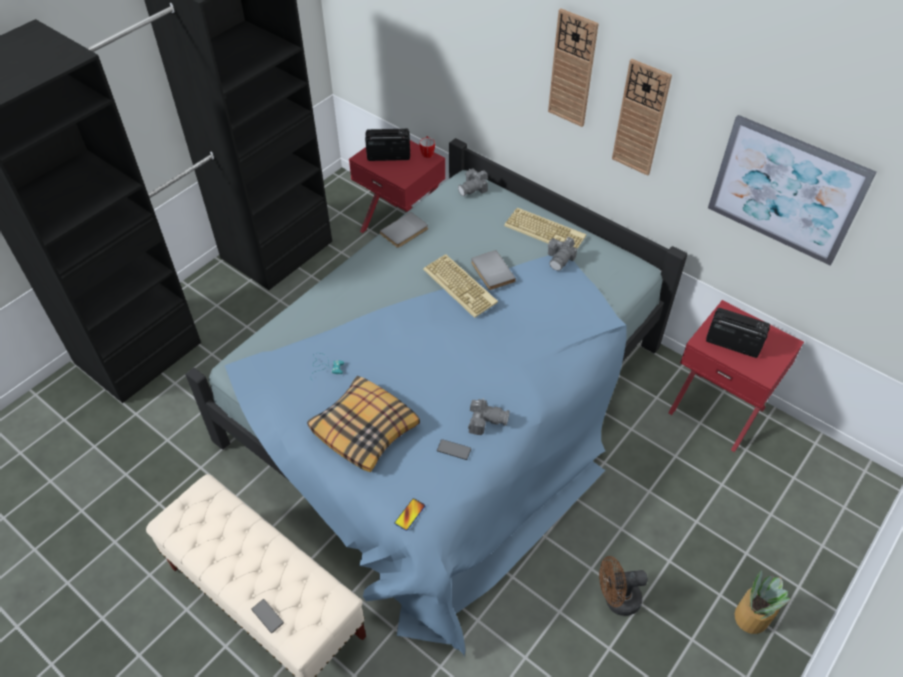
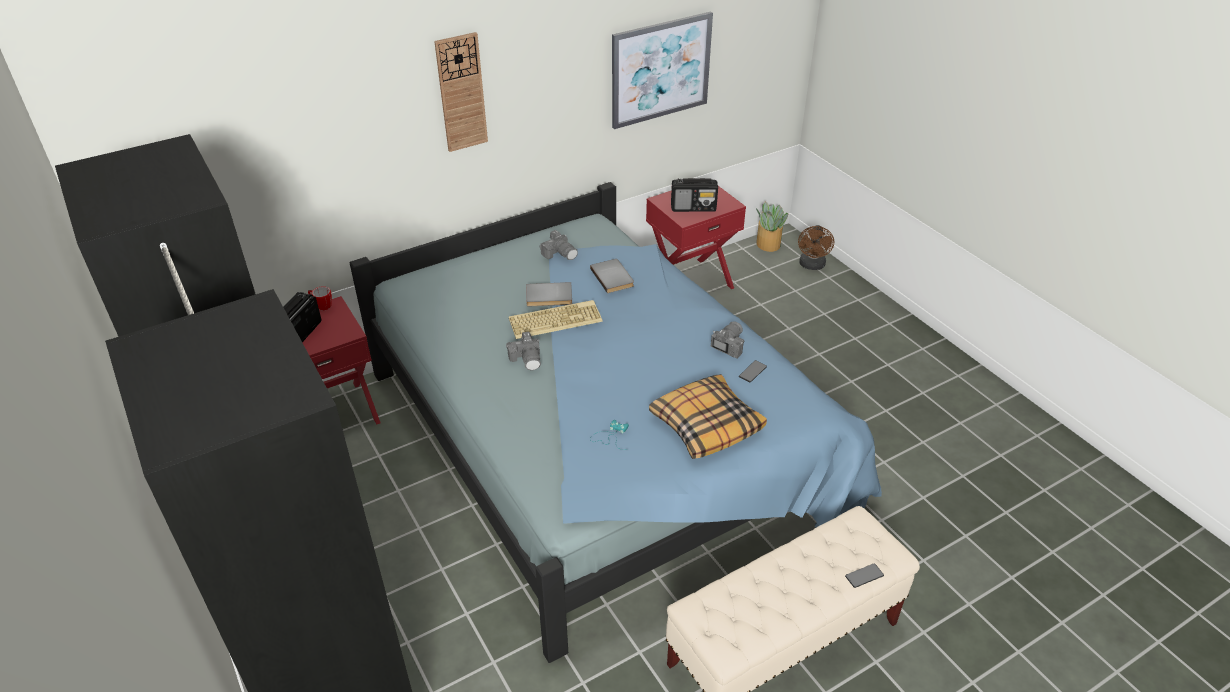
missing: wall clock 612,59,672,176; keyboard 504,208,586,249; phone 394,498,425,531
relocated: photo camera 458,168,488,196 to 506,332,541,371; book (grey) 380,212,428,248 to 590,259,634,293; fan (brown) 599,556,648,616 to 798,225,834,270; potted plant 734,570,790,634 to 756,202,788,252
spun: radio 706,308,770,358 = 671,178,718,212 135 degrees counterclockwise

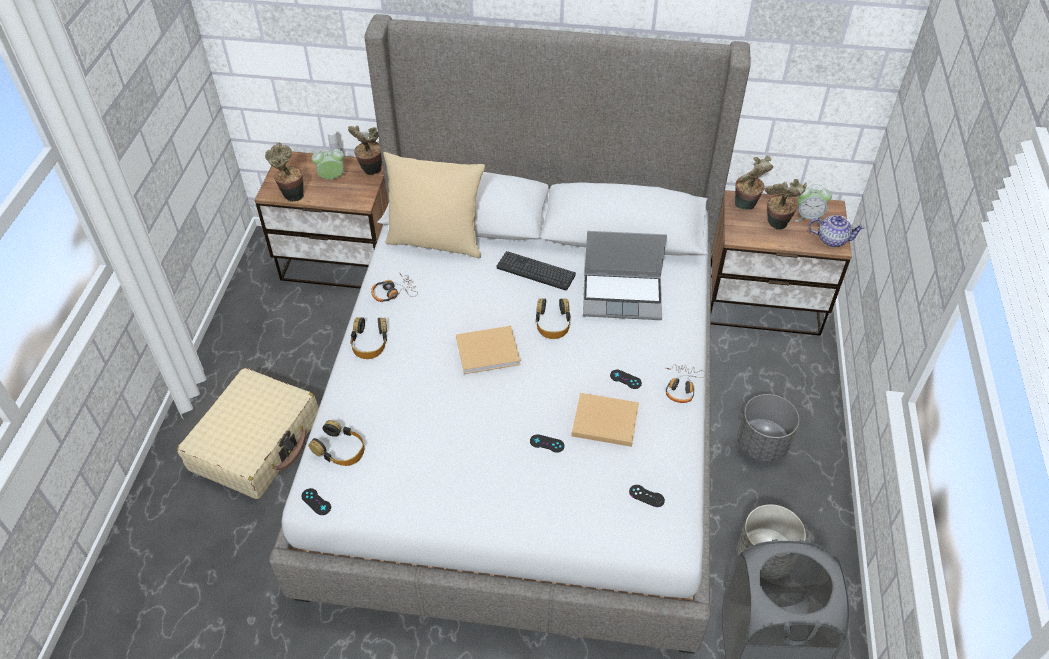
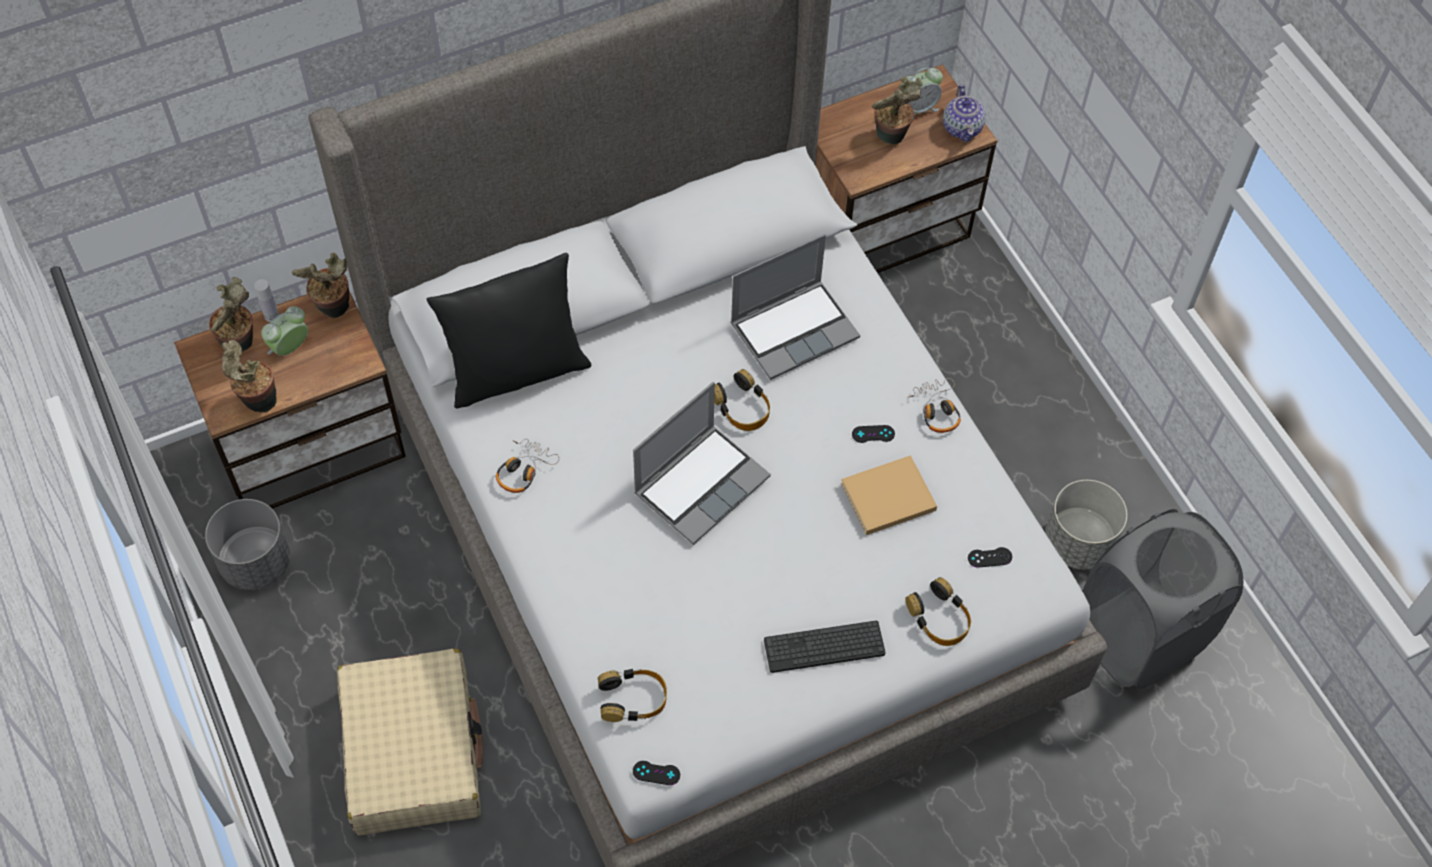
missing: game controller (black) 530,434,564,453
relocated: potted plant 735,156,773,210 to 209,277,253,352; keyboard 497,251,576,291 to 764,621,886,673; headphones 350,317,387,359 to 905,577,971,646; planter (grey) 737,394,799,462 to 205,499,290,590
exchanged: book (beige) 456,326,521,374 to laptop 633,382,771,545
colour: pillow (beige) 383,152,485,258 to pillow (black) 427,253,591,408
spun: teapot 809,215,865,247 = 943,85,986,142 105 degrees clockwise

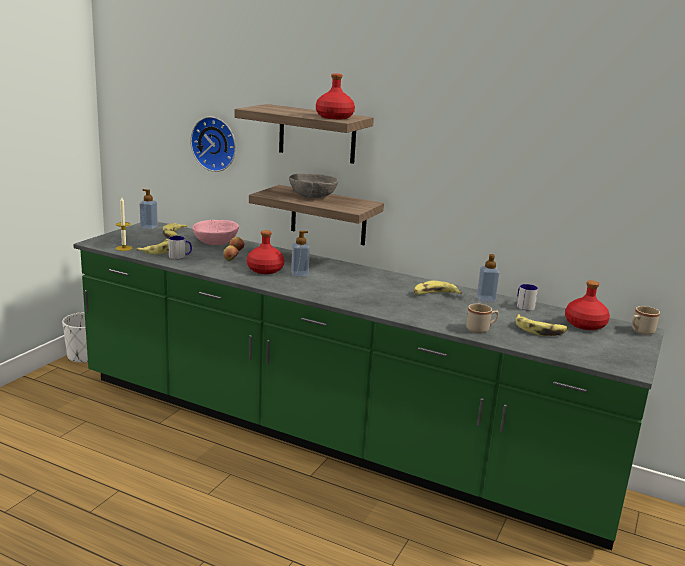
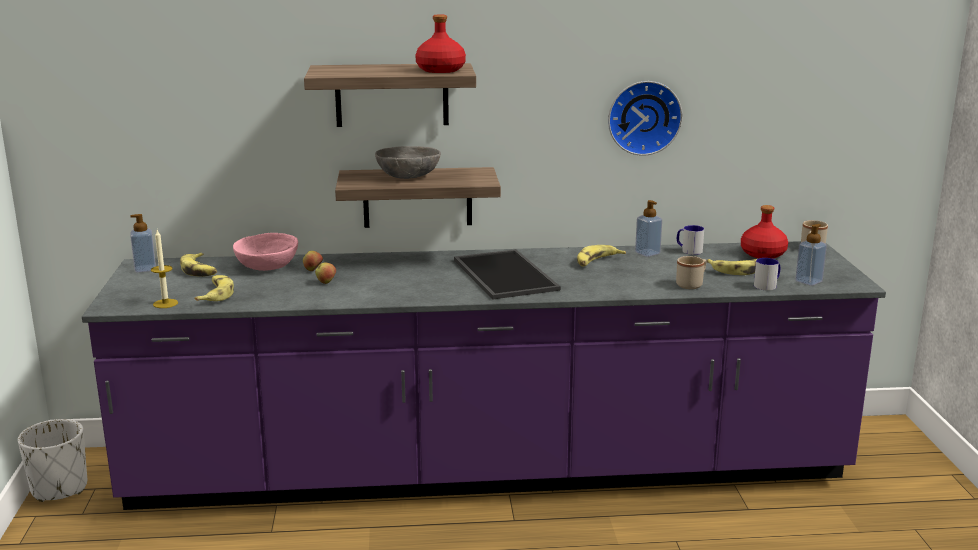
missing: bottle (red) 247,230,284,274
appeared: tray 454,249,560,299
relocated: wall clock 190,117,236,172 to 608,81,682,156; soap dispenser 291,231,310,276 to 795,224,827,286; mug 168,236,192,259 to 754,258,780,290
colour: counter (green) 73,222,664,550 to counter (purple) 82,241,886,510

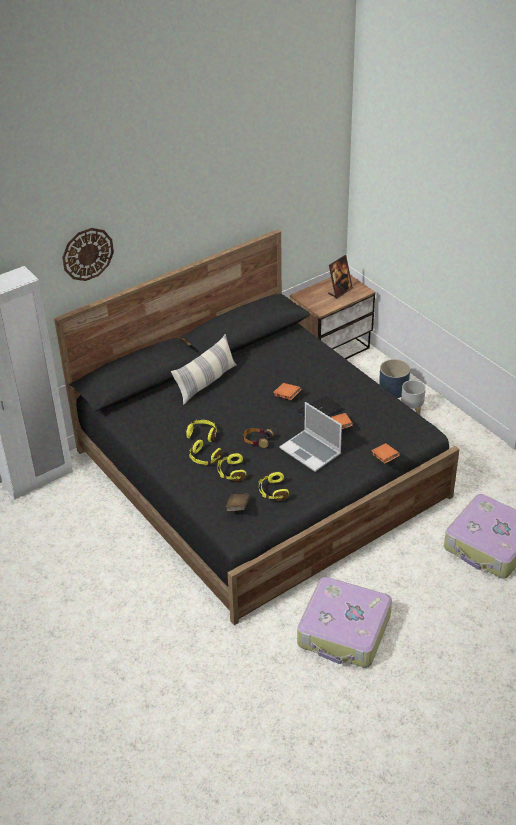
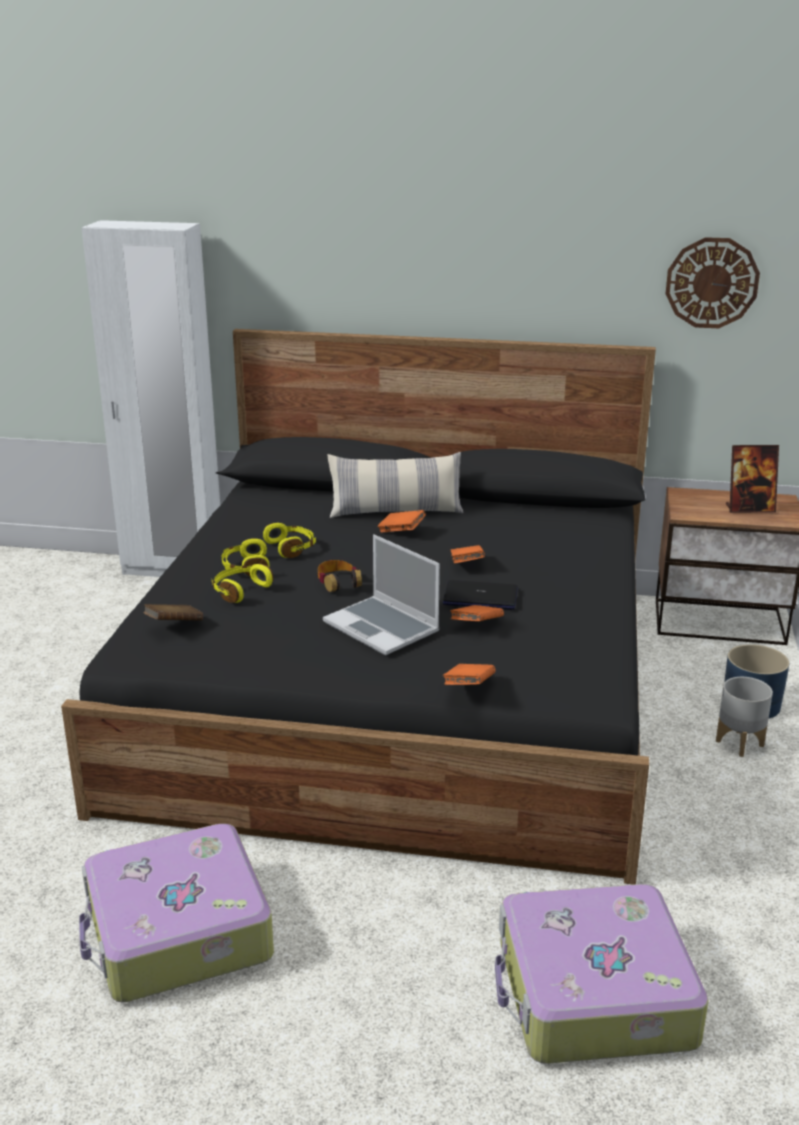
missing: headphones (yellow) 259,471,289,501
appeared: book (orange) 378,510,426,533
relocated: wall clock 62,228,114,281 to 665,237,760,328
spun: laptop 280,402,342,472 = 323,534,440,656 45 degrees counterclockwise

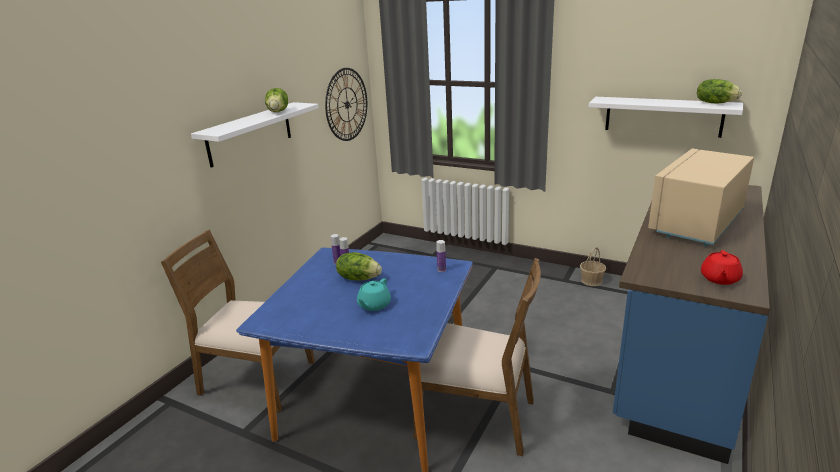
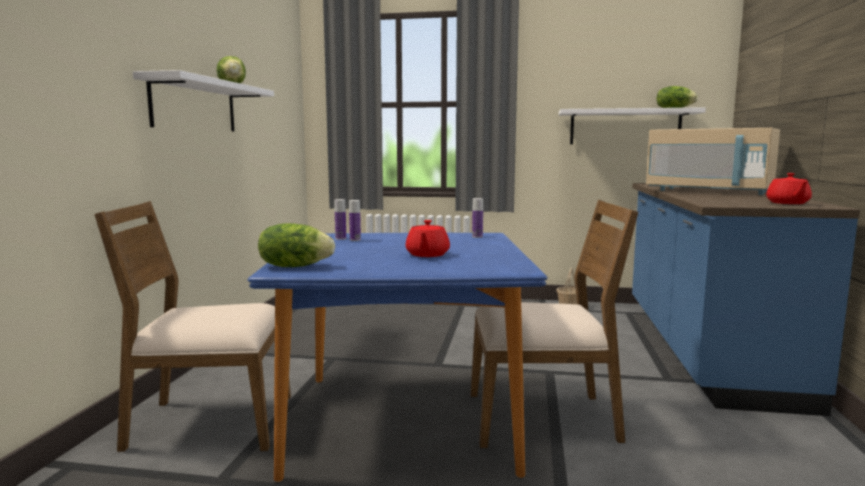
missing: wall clock 325,68,367,141
relocated: lettuce 336,252,382,281 to 258,223,335,267
colour: teapot (turquoise) 357,278,391,311 to teapot (red) 406,220,450,257
spun: microwave (beige) 648,148,754,247 = 646,128,780,195 75 degrees counterclockwise

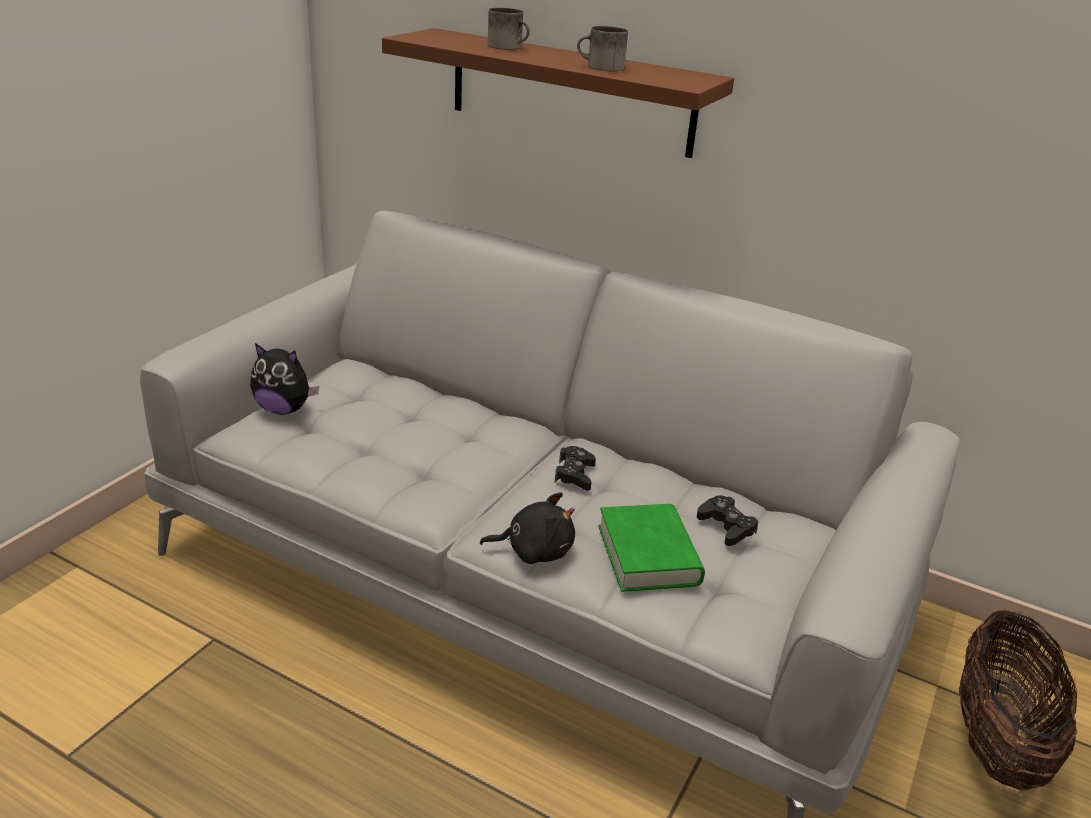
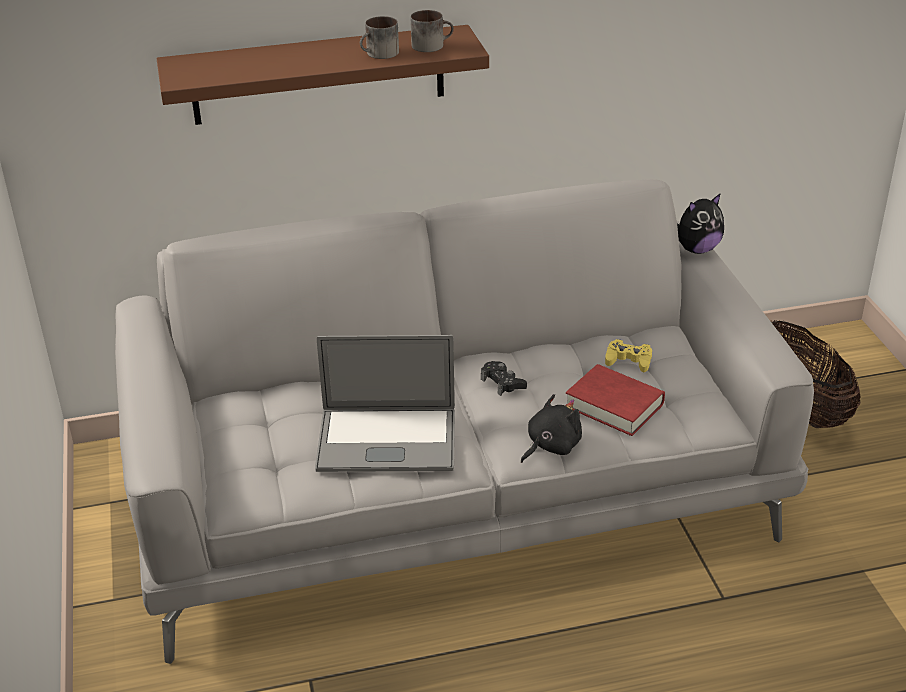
appeared: laptop 315,335,455,472
relocated: mug 488,8,530,50 to 411,10,454,52; plush toy 250,343,319,415 to 677,193,724,254
colour: game controller (black) 697,495,759,546 to game controller (yellow) 605,339,652,372; book (green) 598,504,705,592 to book (red) 565,364,665,436

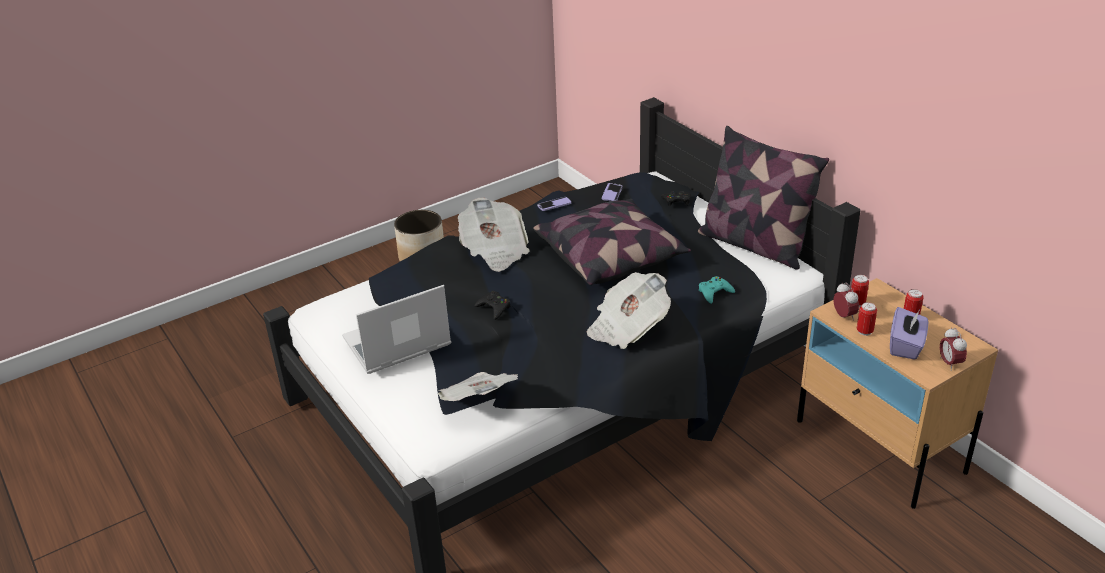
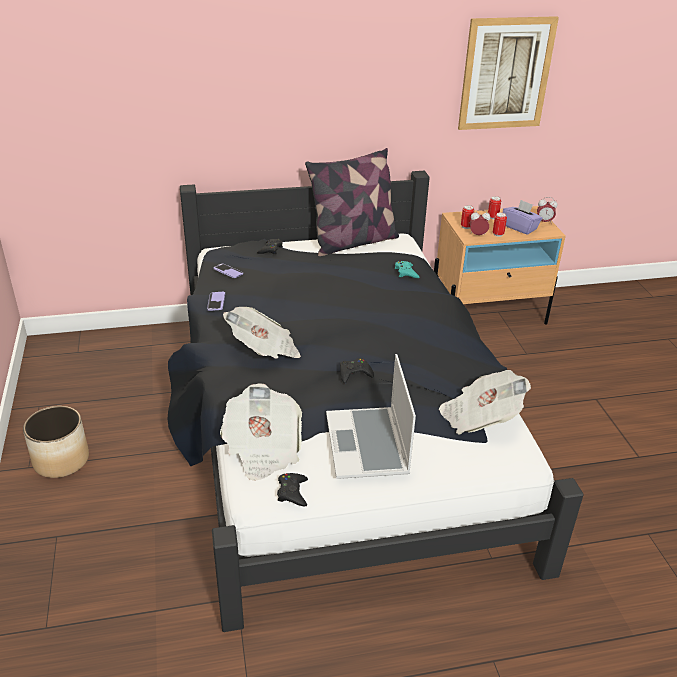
missing: pillow 533,199,691,285
appeared: picture 458,16,559,130; game controller (black) 277,473,308,506
relocated: newspaper 587,272,671,349 to 220,384,302,481

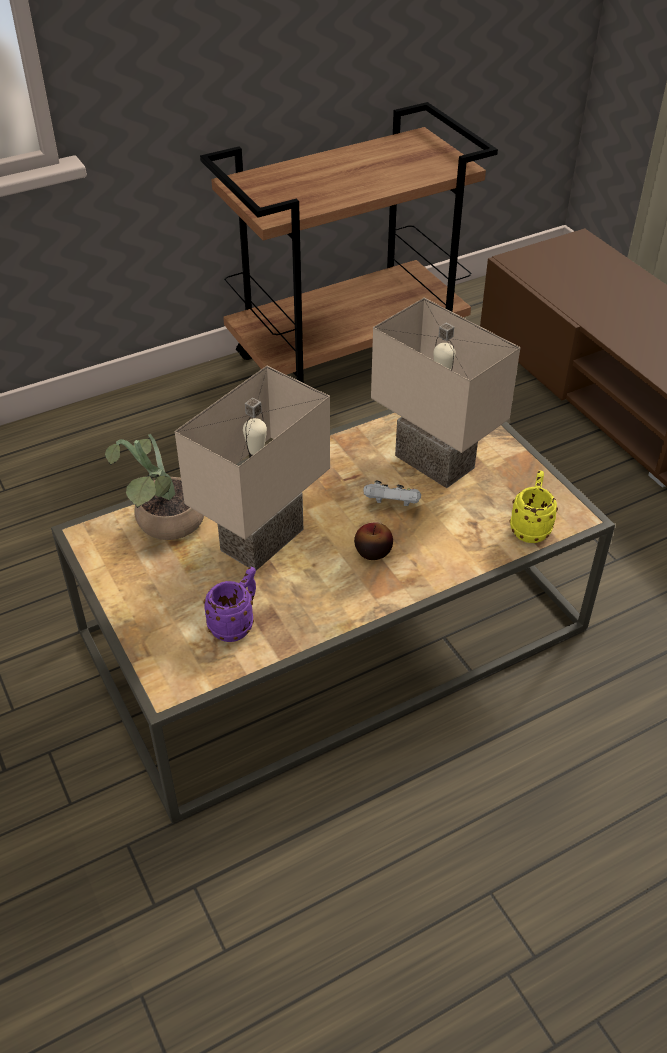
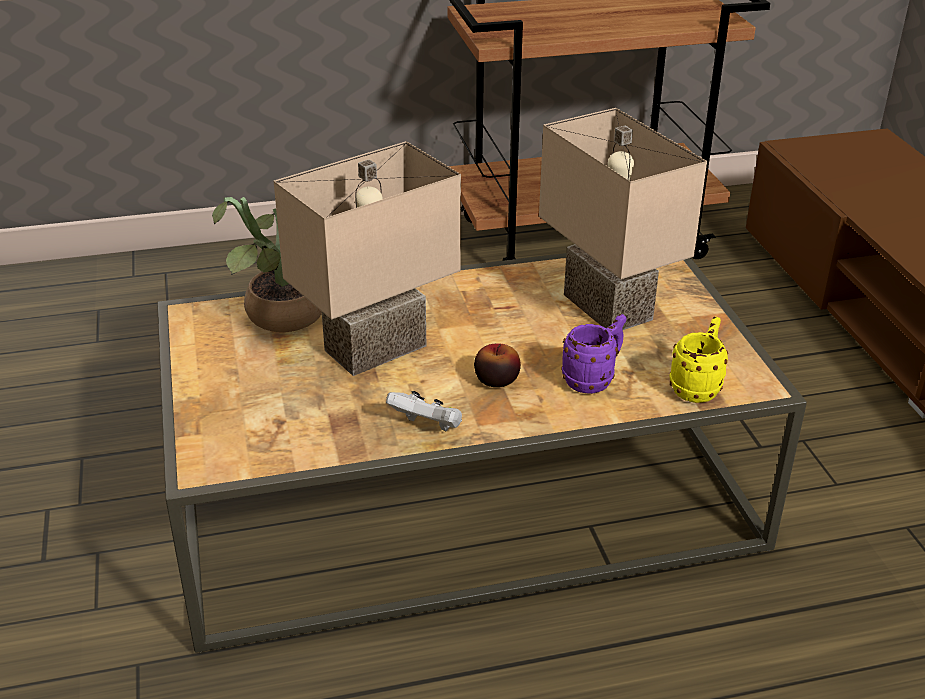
relocated: game controller (white) 363,480,421,507 to 386,391,462,431; mug (purple) 203,567,256,642 to 562,314,626,394

